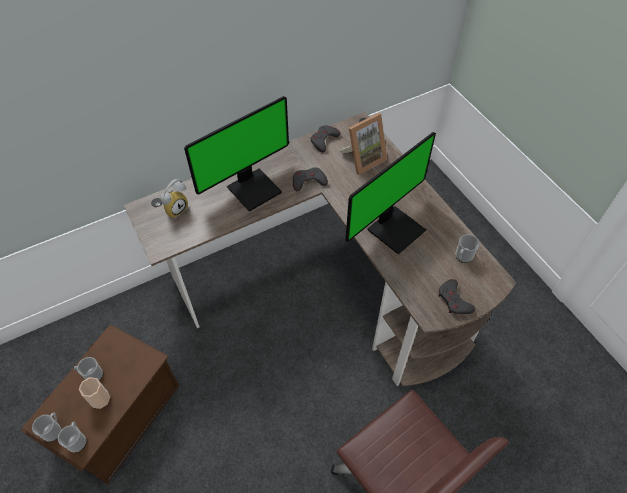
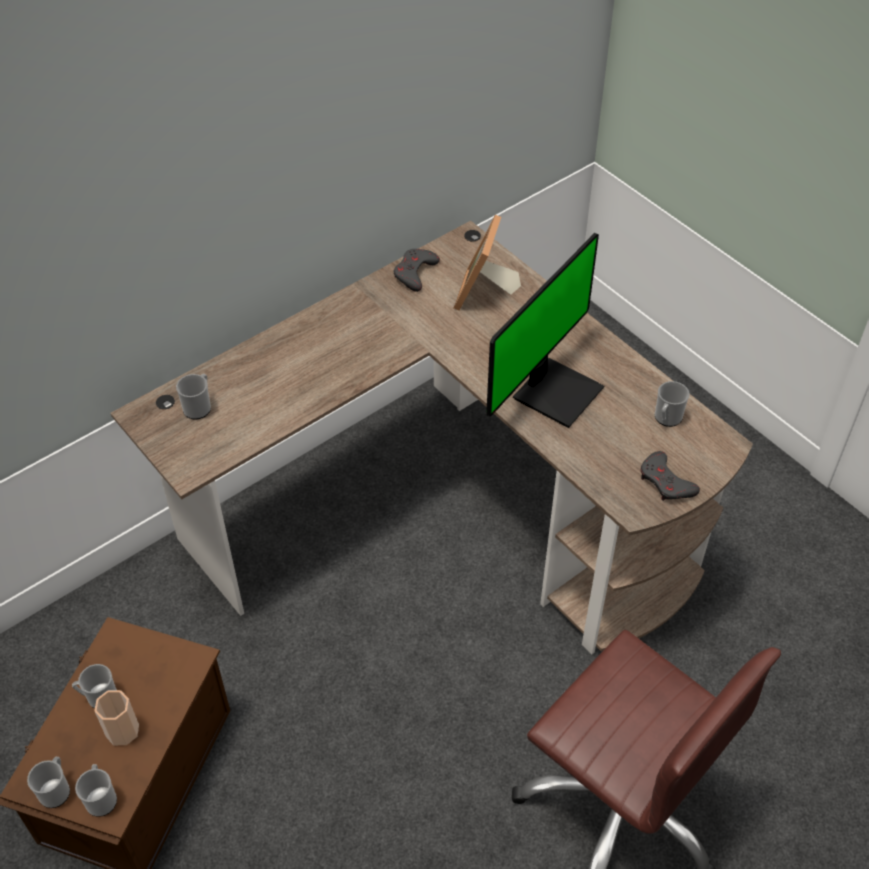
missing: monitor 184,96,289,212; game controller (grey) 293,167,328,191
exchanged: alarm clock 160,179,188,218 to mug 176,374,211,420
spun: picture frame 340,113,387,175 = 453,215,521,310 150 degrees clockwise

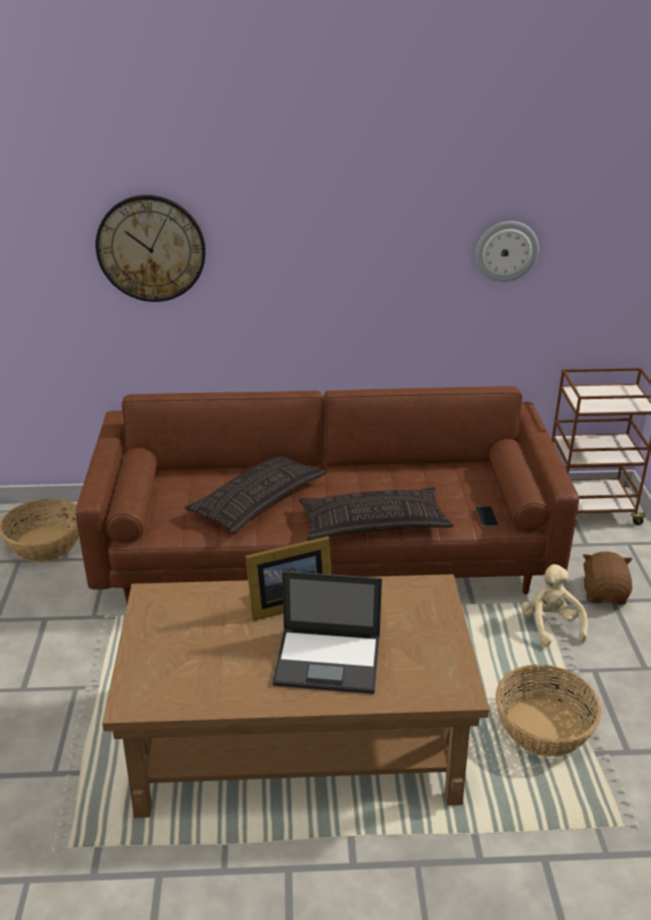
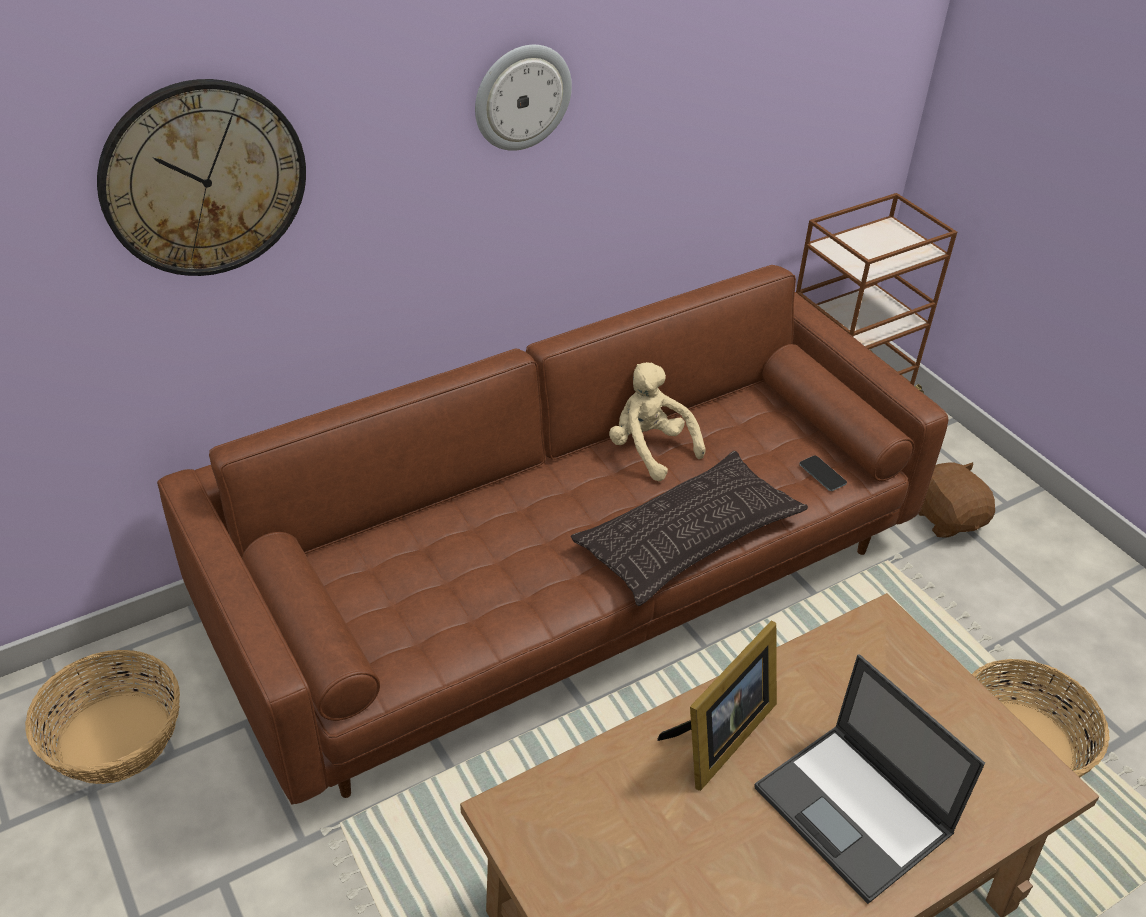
missing: pillow 185,456,327,535
relocated: wall clock 475,221,539,282 to 475,45,572,151; plush toy (beige) 521,564,588,647 to 609,362,706,481
spun: laptop 272,571,382,694 = 754,654,985,904 75 degrees clockwise

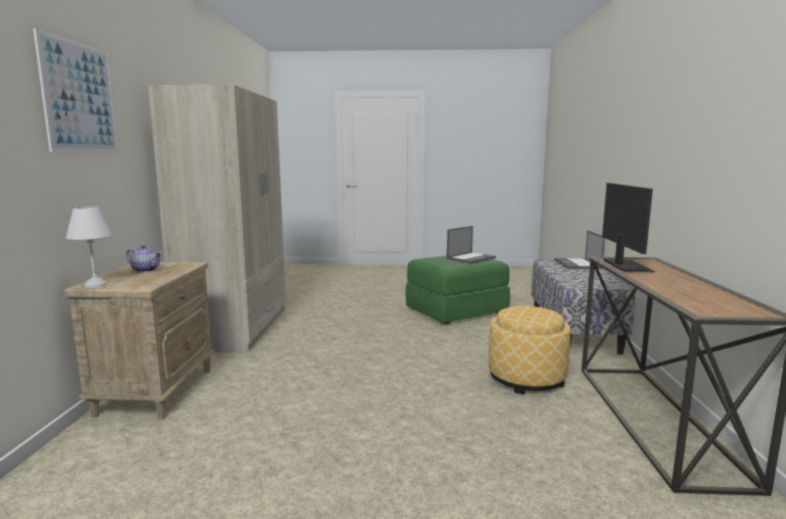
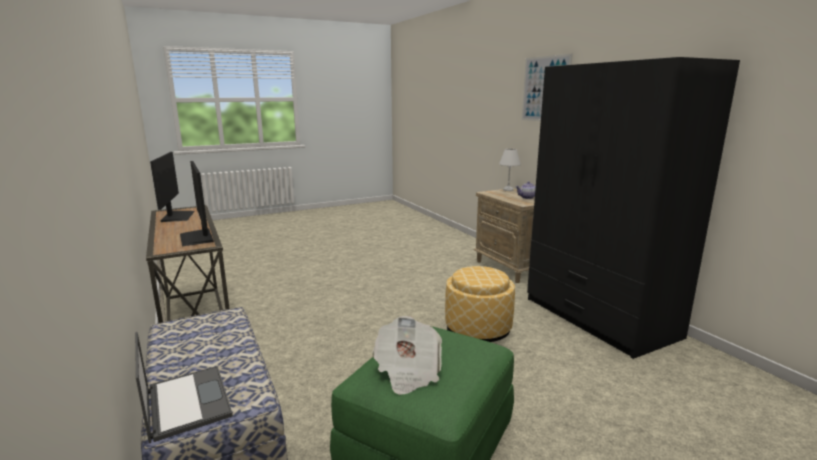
appeared: monitor 150,152,195,222
relocated: ottoman 489,306,571,395 to 445,266,515,342
exchanged: laptop 447,226,496,264 to newspaper 372,316,442,395
colour: wardrobe (beige) 148,85,286,353 to wardrobe (black) 527,57,740,359

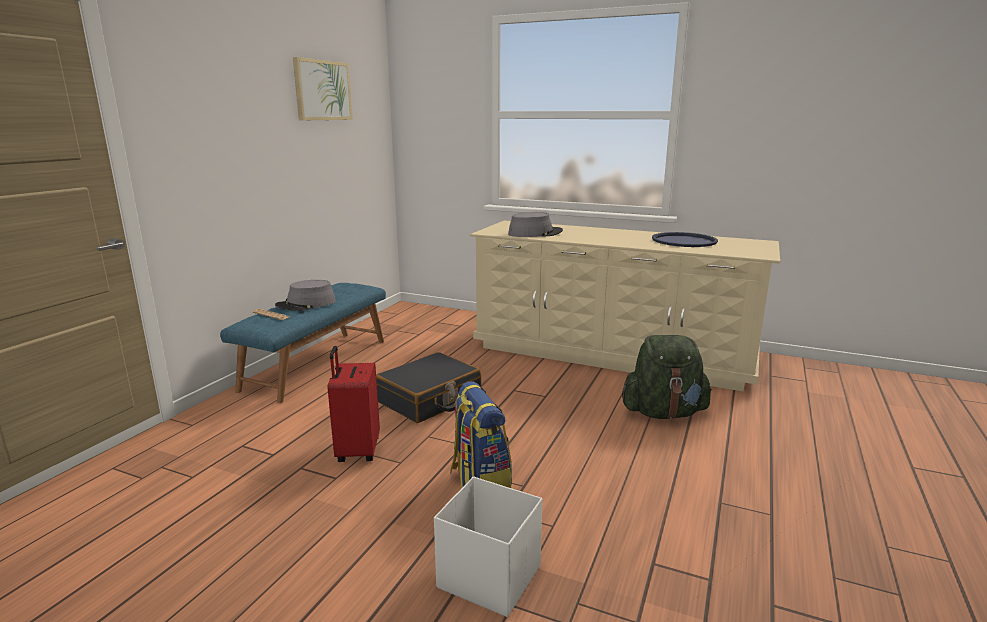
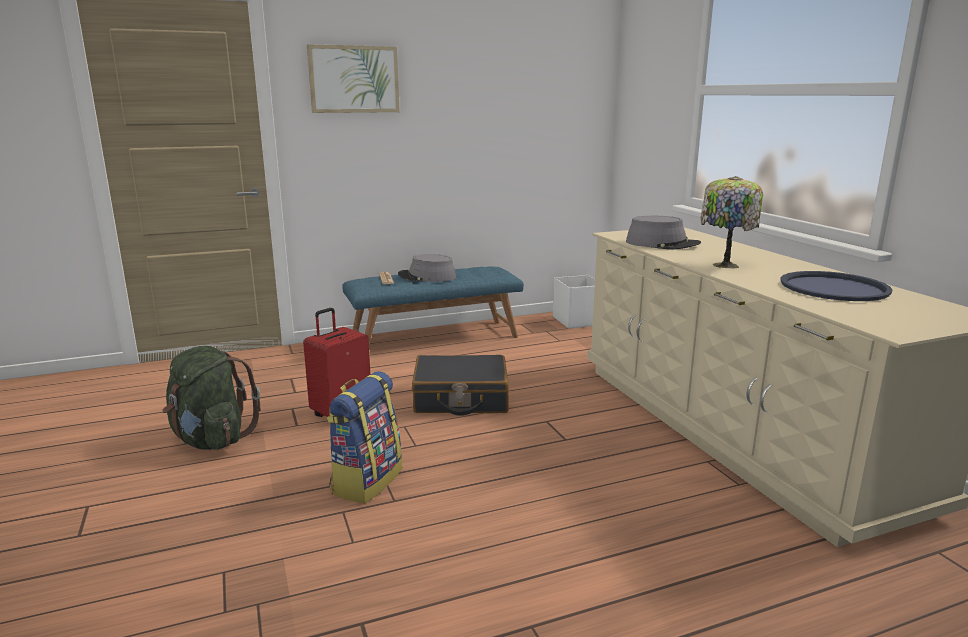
appeared: table lamp 701,176,763,268
relocated: picture 293,57,353,120 to 307,44,400,113; backpack (green) 622,335,712,419 to 162,346,260,450; storage box (white) 434,476,543,617 to 553,275,595,329

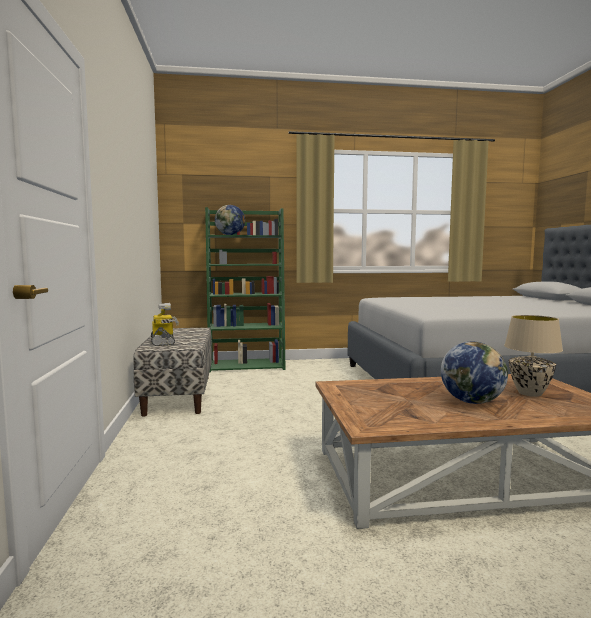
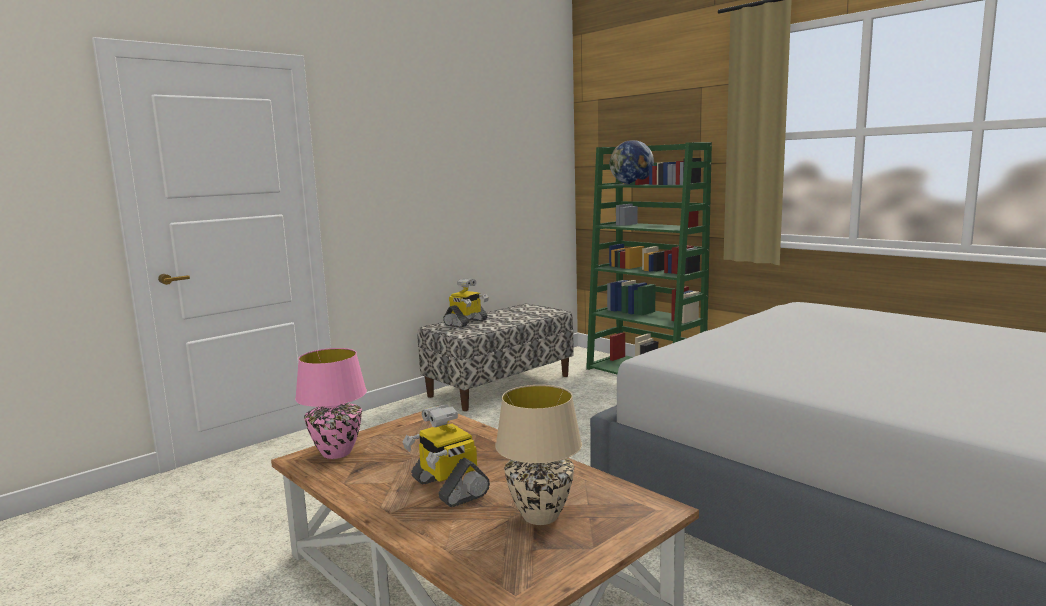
appeared: table lamp (pink) 295,348,367,459
exchanged: globe 441,342,508,404 to toy robot 403,404,490,507

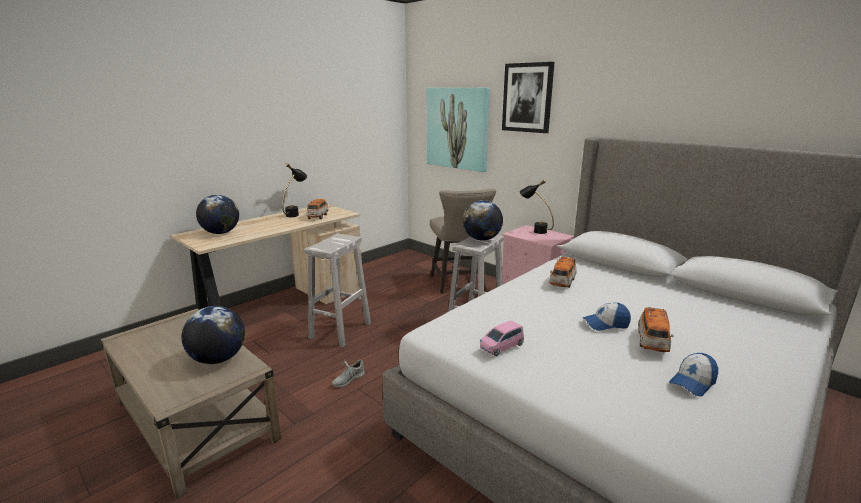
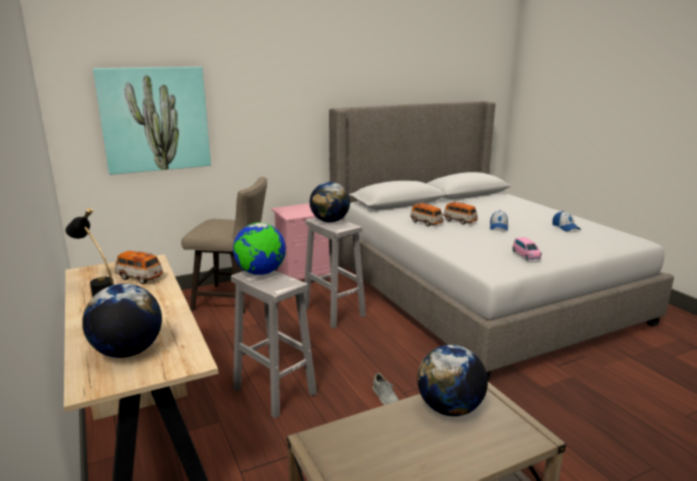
missing: picture 502,62,554,133; table lamp (black) 520,179,554,234
appeared: globe 233,222,286,275
relocated: toy car 638,307,673,352 to 443,201,478,225

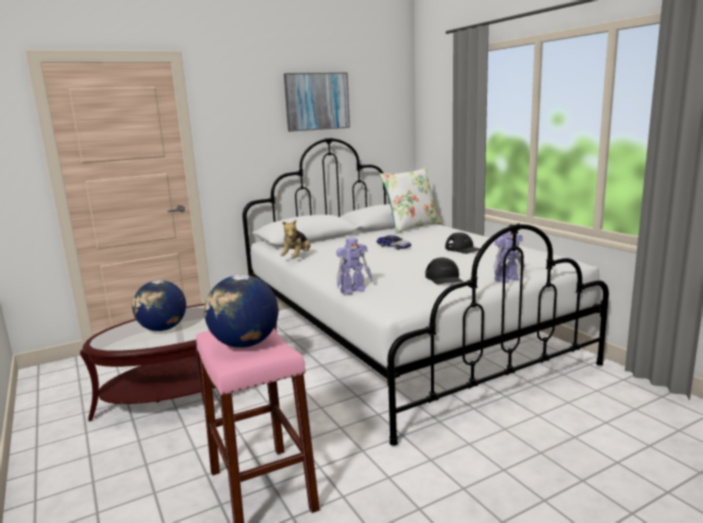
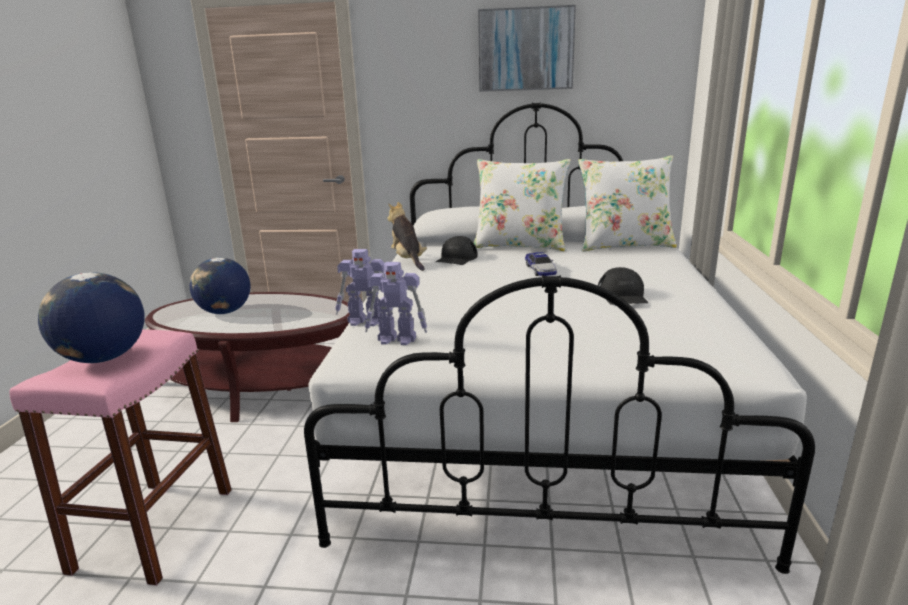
appeared: pillow (white) 473,159,571,251
relocated: toy robot 493,231,525,283 to 365,262,427,345; cap (black) 426,257,463,284 to 436,236,478,265
spun: plush toy 280,219,310,258 = 387,202,427,271 105 degrees clockwise

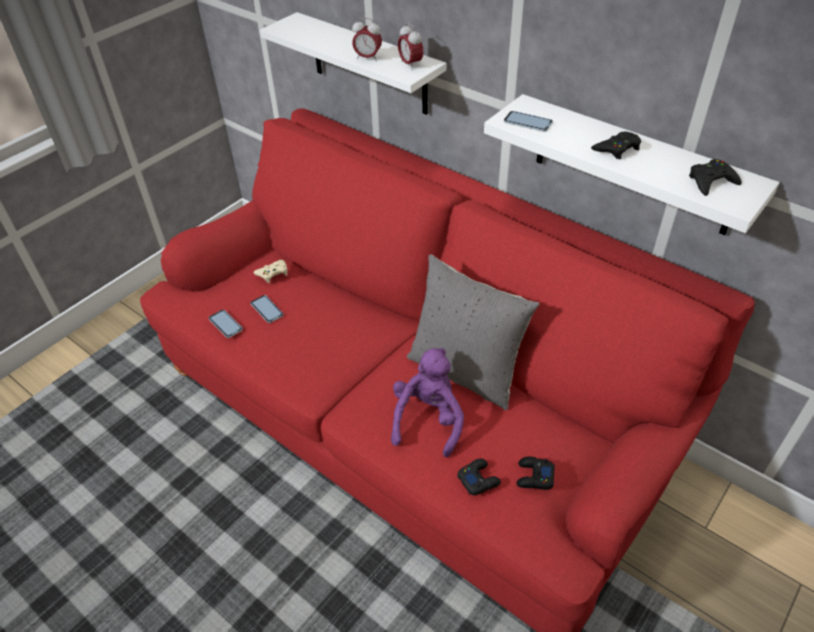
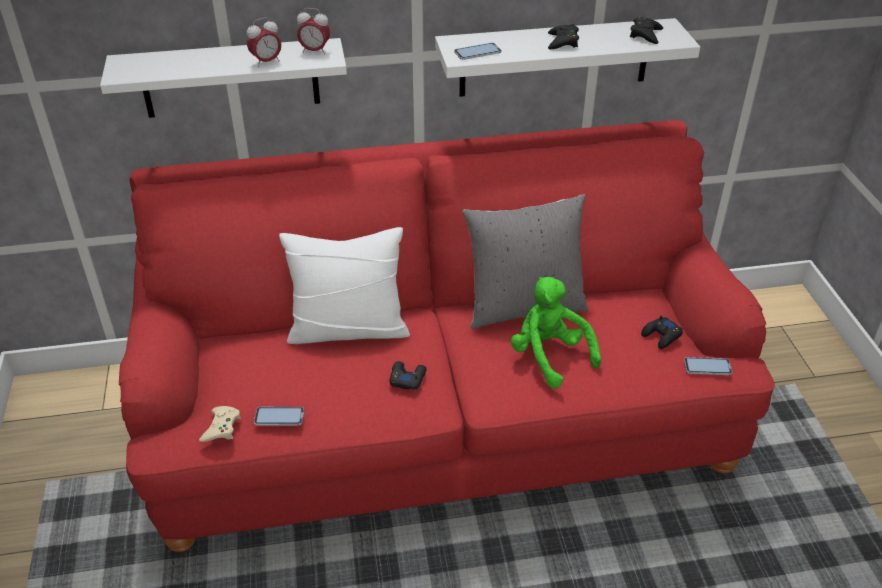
appeared: pillow (white) 279,227,410,344
relocated: game controller (beige) 253,260,287,283 to 199,406,241,442; phone 250,295,283,323 to 684,357,732,375; game controller (black) 457,459,501,495 to 389,361,427,390
colour: plush toy (purple) 391,348,464,457 to plush toy (green) 511,277,601,389

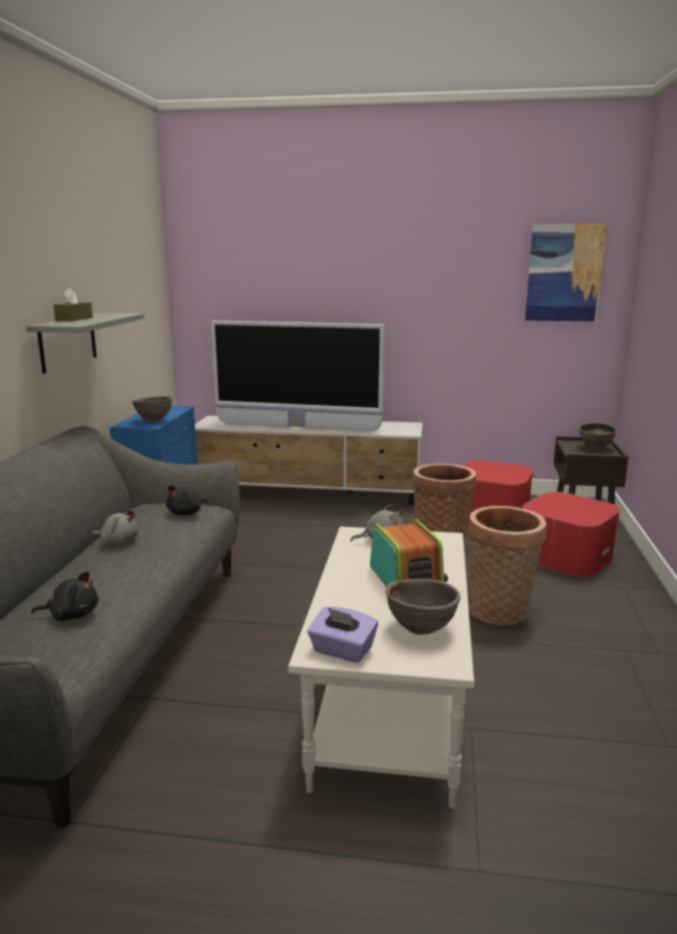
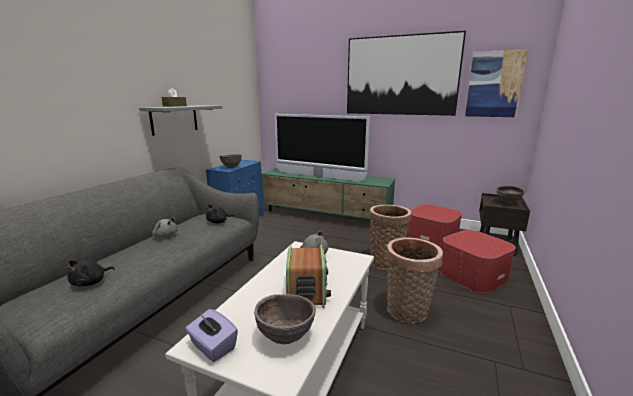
appeared: picture 347,31,466,116
colour: tv stand (white) 195,415,423,505 to tv stand (green) 262,168,395,219
spun: plush toy (black) 32,571,99,621 = 67,260,114,286 105 degrees clockwise

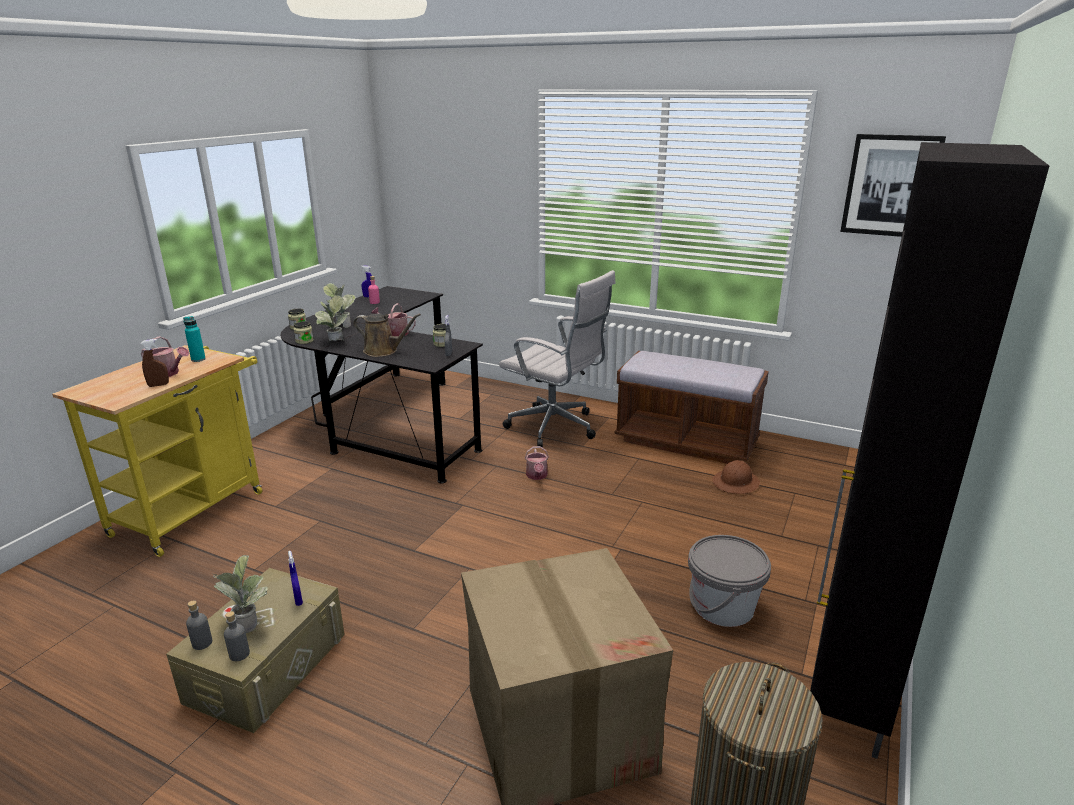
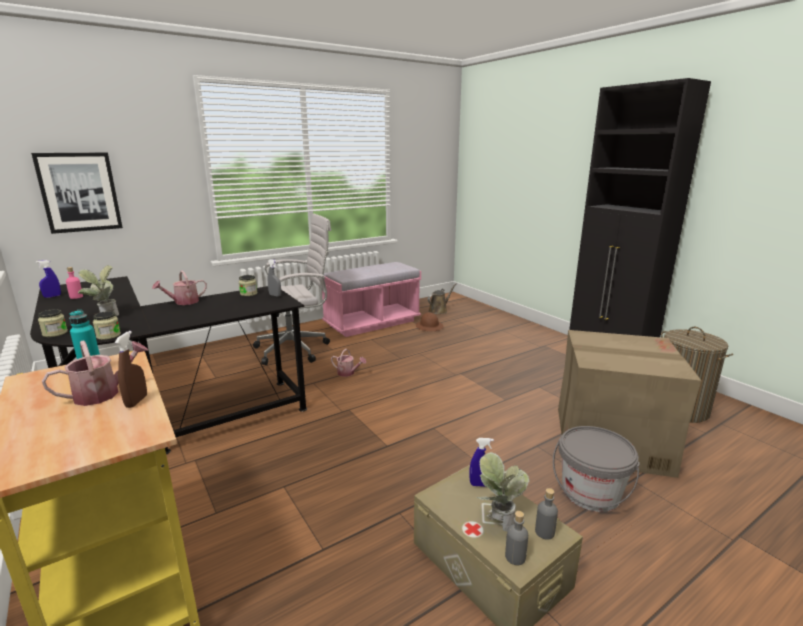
missing: potted plant 315,295,347,341
relocated: picture 840,134,946,237 to 31,153,123,234; watering can (brown) 353,314,421,357 to 428,283,457,314; bucket (grey) 688,535,771,627 to 553,426,640,512
colour: bench (brown) 614,351,769,464 to bench (pink) 322,262,421,337

